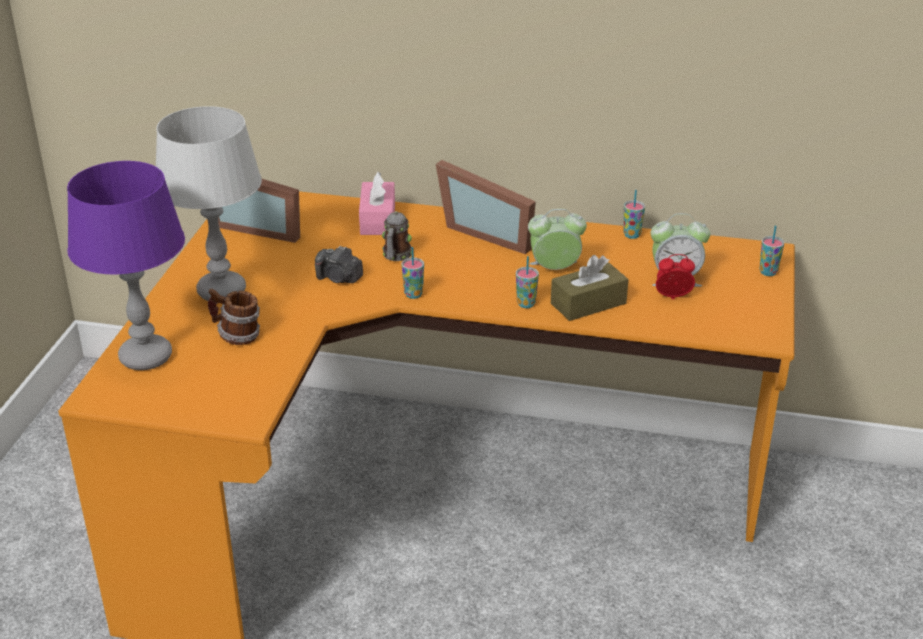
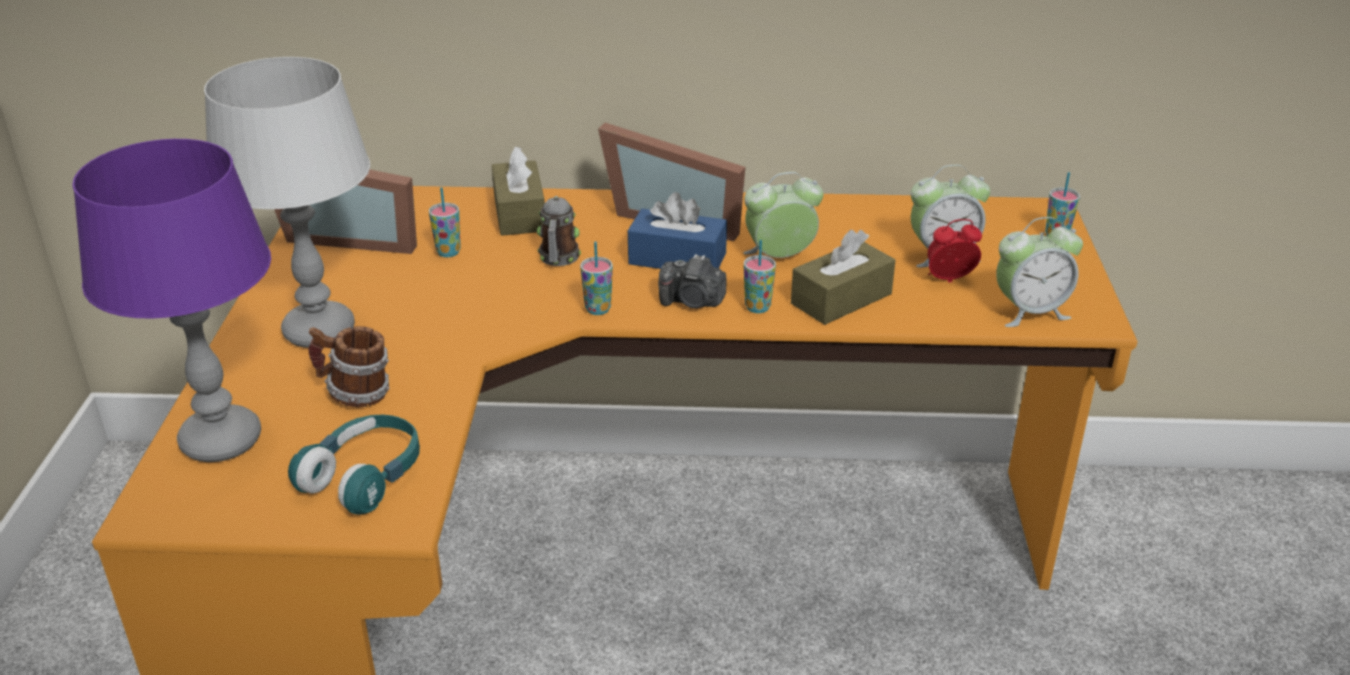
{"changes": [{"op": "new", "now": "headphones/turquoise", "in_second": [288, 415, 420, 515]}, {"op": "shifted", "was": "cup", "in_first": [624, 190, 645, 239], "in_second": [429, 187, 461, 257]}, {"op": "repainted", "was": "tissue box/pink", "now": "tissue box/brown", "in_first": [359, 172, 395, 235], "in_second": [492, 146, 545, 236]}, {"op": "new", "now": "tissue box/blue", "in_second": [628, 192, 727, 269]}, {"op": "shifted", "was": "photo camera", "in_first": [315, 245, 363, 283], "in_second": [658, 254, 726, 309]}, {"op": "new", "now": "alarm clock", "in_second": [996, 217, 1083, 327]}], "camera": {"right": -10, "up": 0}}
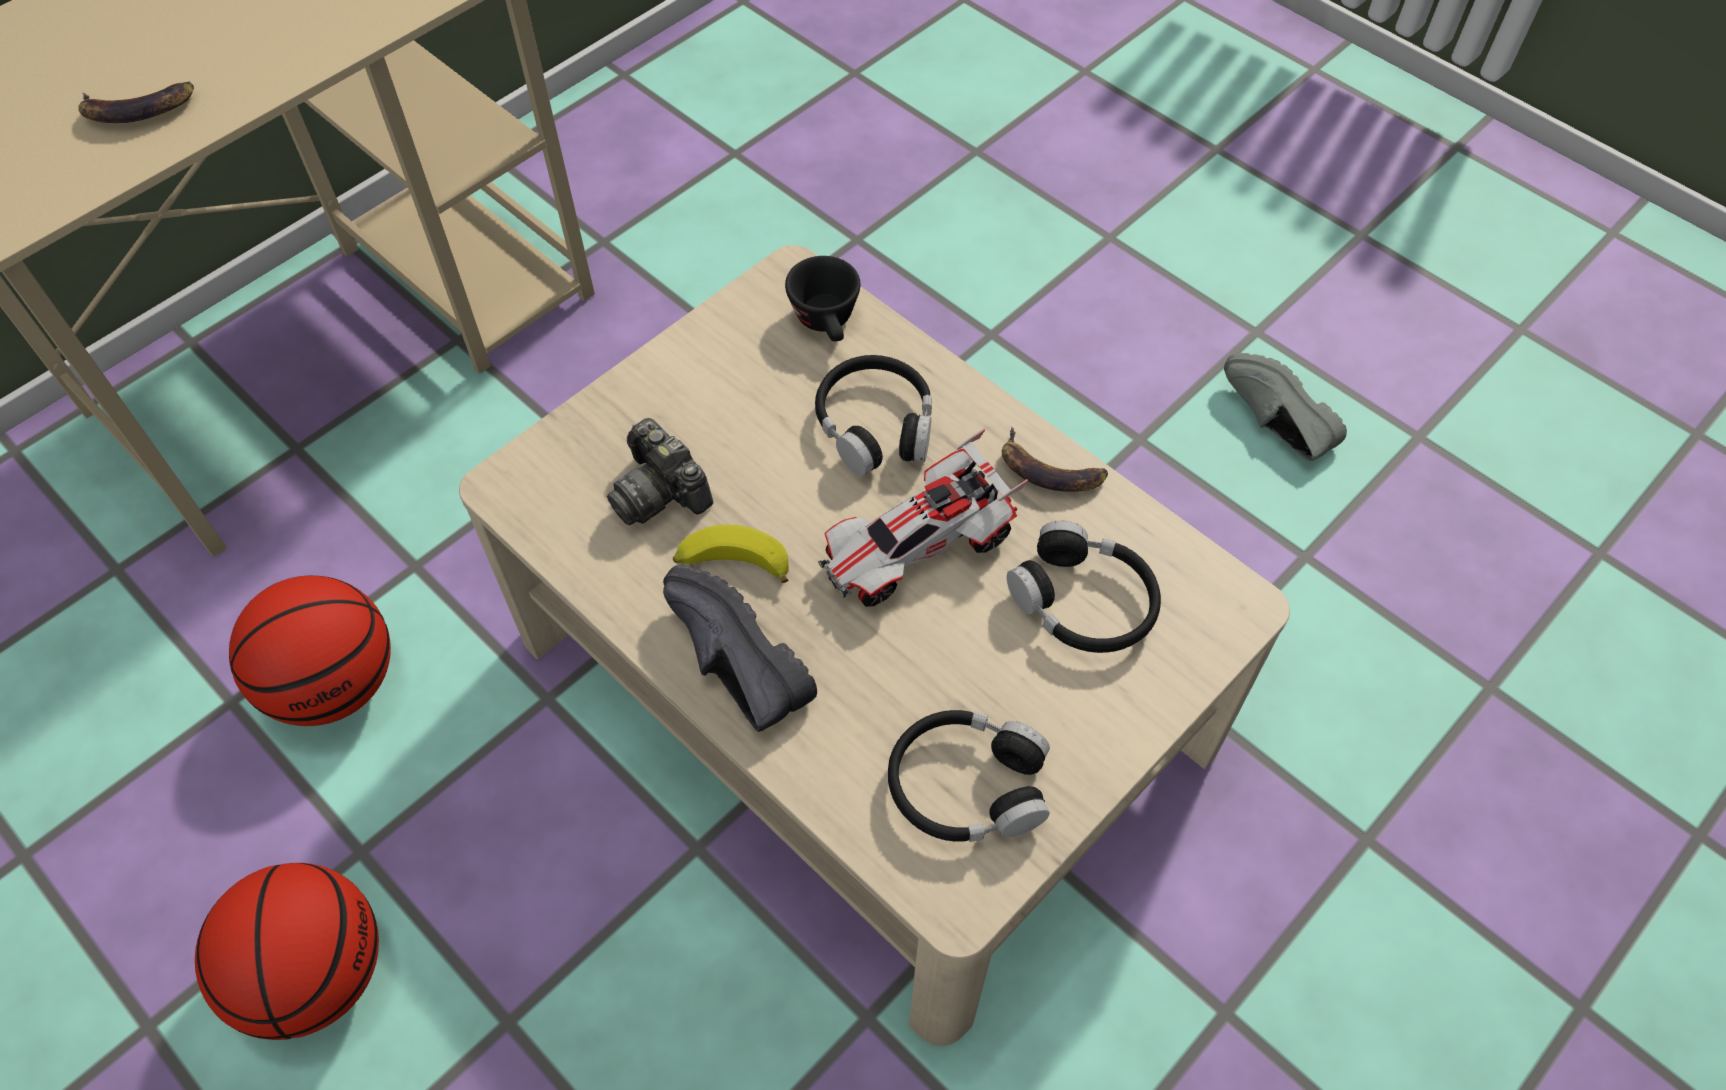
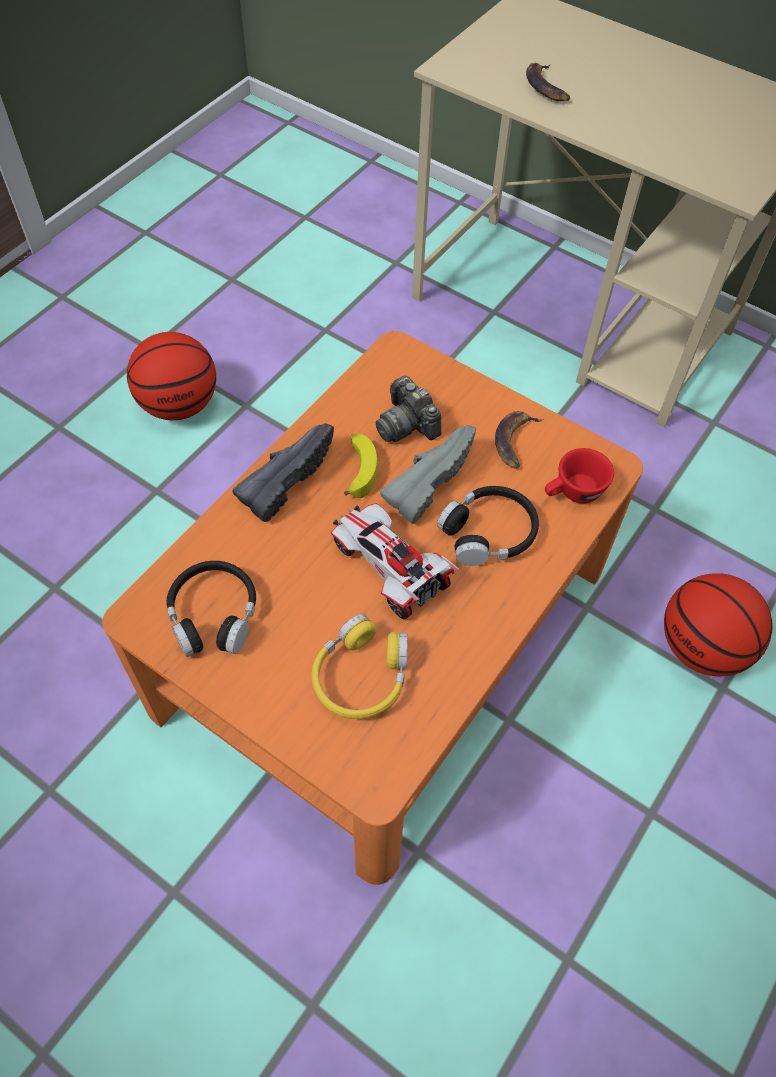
{"changes": [{"op": "repainted", "was": "coffee table/beige", "now": "coffee table/orange", "in_first": [459, 245, 1290, 1046], "in_second": [102, 331, 643, 885]}, {"op": "repainted", "was": "headphones/black", "now": "headphones/yellow", "in_first": [1007, 521, 1161, 653], "in_second": [312, 614, 407, 719]}, {"op": "rotated", "was": "photo camera", "in_first": [607, 418, 713, 525], "in_second": [376, 376, 441, 442], "clockwise": -75}, {"op": "shifted", "was": "shoe/grey", "in_first": [1224, 353, 1347, 462], "in_second": [380, 425, 476, 524]}, {"op": "shifted", "was": "banana", "in_first": [1002, 427, 1108, 492], "in_second": [495, 411, 543, 469]}, {"op": "repainted", "was": "cup/black", "now": "cup/red", "in_first": [785, 256, 860, 341], "in_second": [545, 448, 614, 503]}, {"op": "shifted", "was": "basketball", "in_first": [229, 576, 391, 726], "in_second": [664, 573, 773, 676]}], "camera": {"right": 80, "up": 0}}
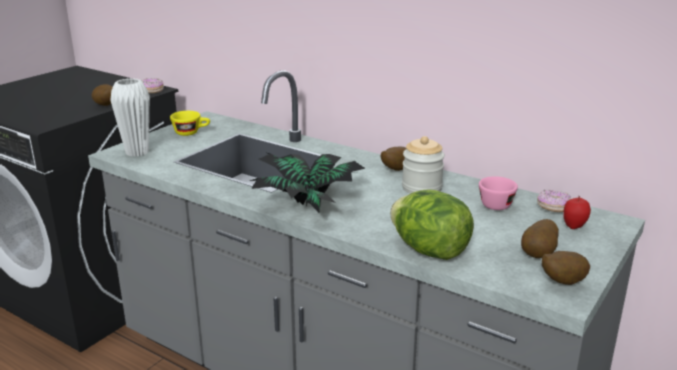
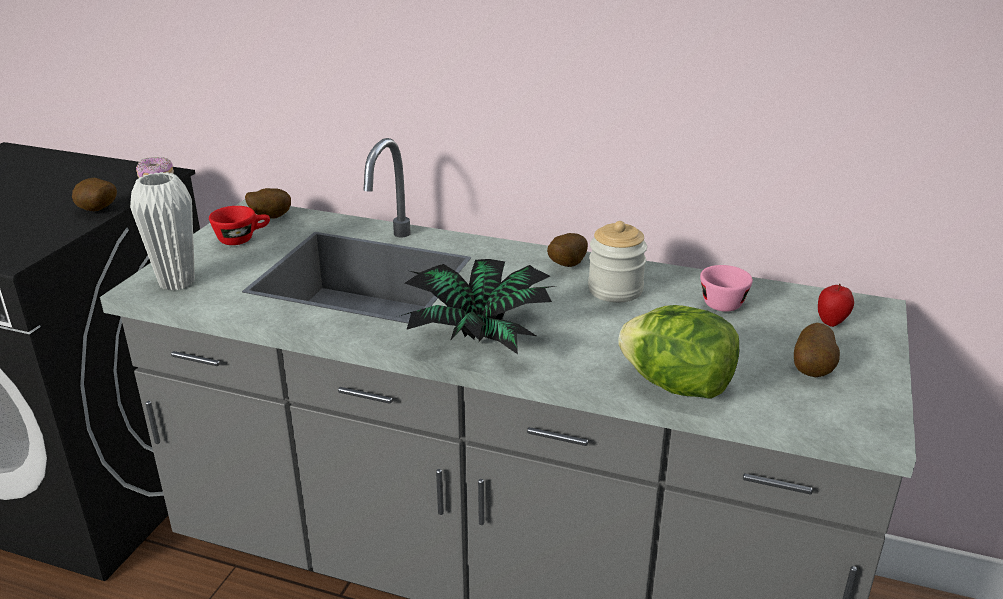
{"changes": [{"op": "repainted", "was": "cup/yellow", "now": "cup/red", "in_first": [170, 111, 210, 136], "in_second": [209, 206, 270, 245]}, {"op": "shifted", "was": "potato", "in_first": [542, 251, 590, 285], "in_second": [245, 188, 291, 219]}, {"op": "gone", "was": "donut", "in_first": [537, 190, 572, 212]}], "camera": {"right": -15, "up": 5}}
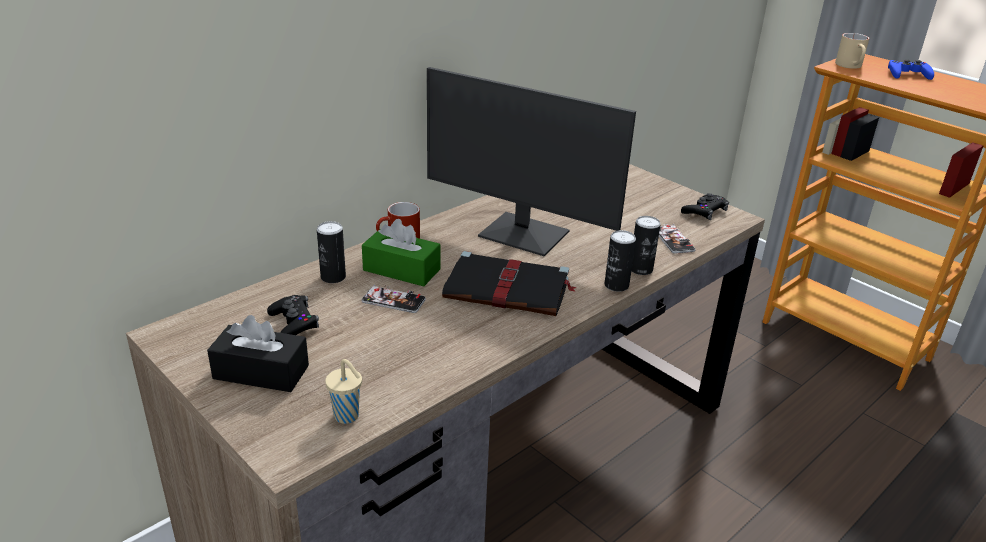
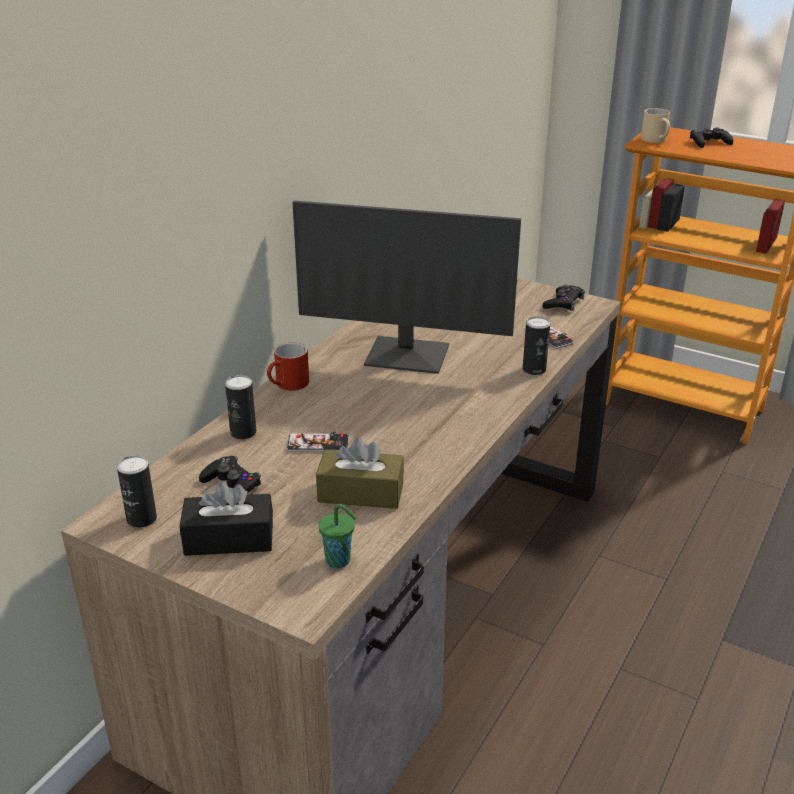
{"changes": [{"op": "shifted", "was": "can", "in_first": [604, 230, 636, 292], "in_second": [117, 455, 157, 528]}, {"op": "new", "now": "tissue box/brown", "in_second": [316, 437, 404, 509]}, {"op": "repainted", "was": "cup/beige", "now": "cup/green", "in_first": [325, 359, 362, 424], "in_second": [319, 504, 357, 568]}, {"op": "repainted", "was": "game controller/blue", "now": "game controller/black", "in_first": [888, 59, 934, 80], "in_second": [690, 128, 733, 148]}, {"op": "gone", "was": "tissue box/green", "in_first": [362, 219, 440, 286]}, {"op": "gone", "was": "book/black", "in_first": [442, 251, 577, 316]}], "camera": {"right": -15, "up": 0}}
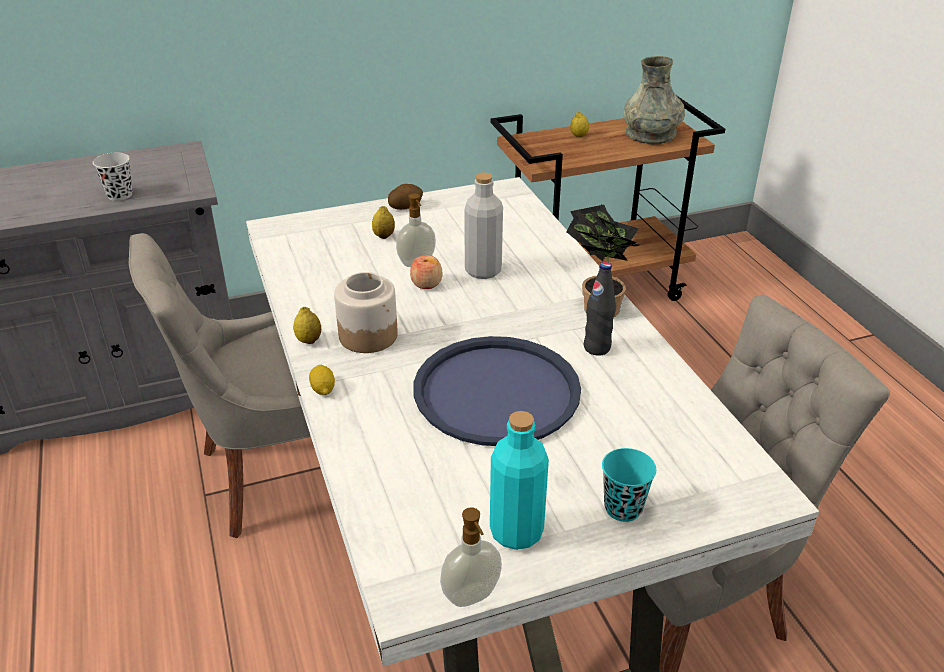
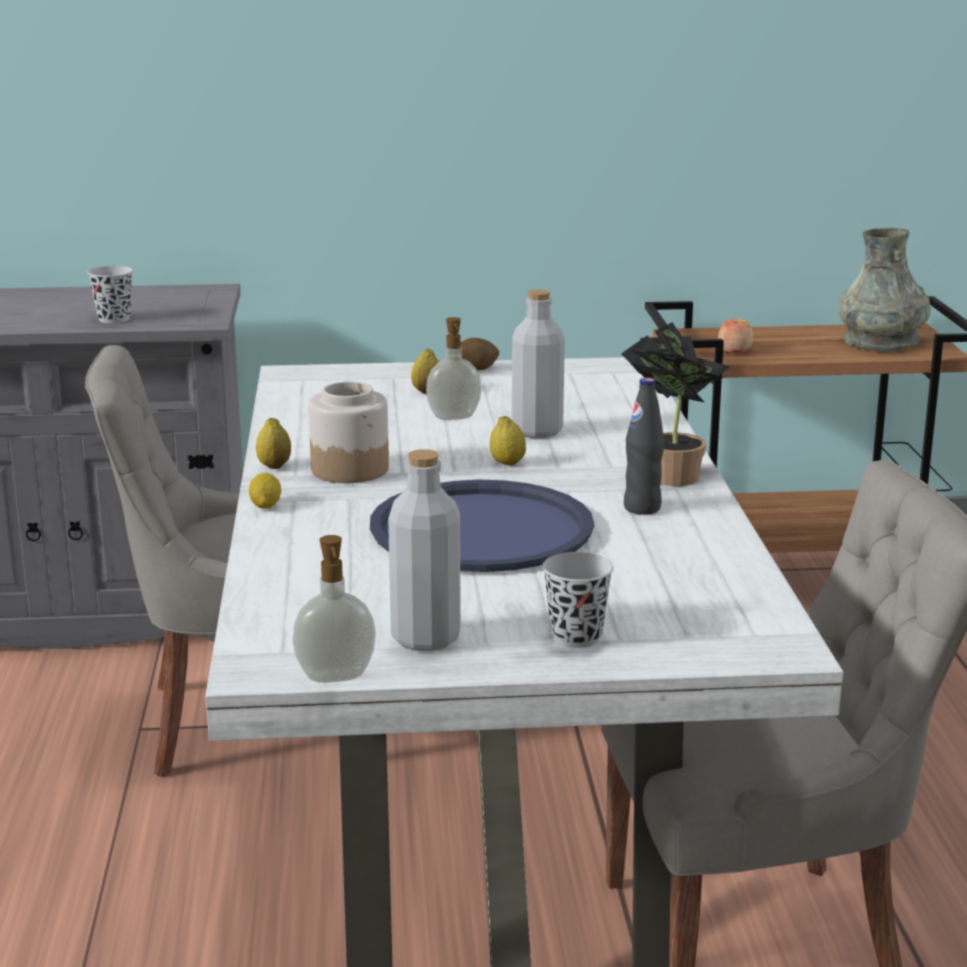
{"changes": [{"op": "repainted", "was": "bottle/turquoise", "now": "bottle/grey", "in_first": [490, 411, 549, 550], "in_second": [388, 449, 461, 651]}, {"op": "shifted", "was": "lemon", "in_first": [570, 112, 589, 137], "in_second": [490, 416, 526, 465]}, {"op": "repainted", "was": "cup/turquoise", "now": "cup/black", "in_first": [602, 448, 656, 522], "in_second": [543, 552, 613, 648]}, {"op": "shifted", "was": "apple", "in_first": [410, 255, 443, 289], "in_second": [718, 319, 753, 353]}], "camera": {"right": 15, "up": -15}}
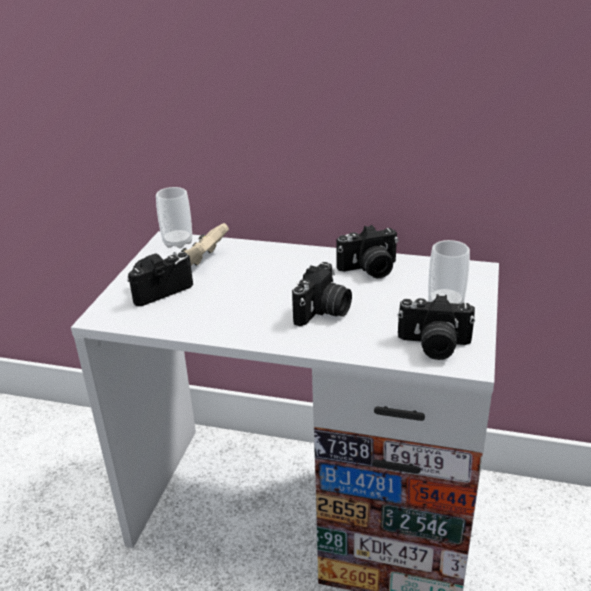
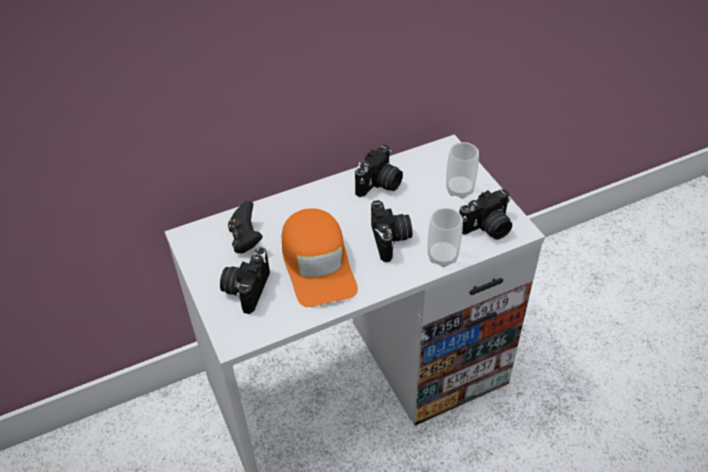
{"changes": [{"op": "repainted", "was": "game controller/beige", "now": "game controller/black", "in_first": [181, 223, 229, 266], "in_second": [228, 201, 263, 254]}, {"op": "new", "now": "cap/orange", "in_second": [282, 208, 358, 307]}, {"op": "shifted", "was": "cup", "in_first": [156, 187, 192, 248], "in_second": [428, 208, 463, 267]}], "camera": {"right": -40, "up": 15}}
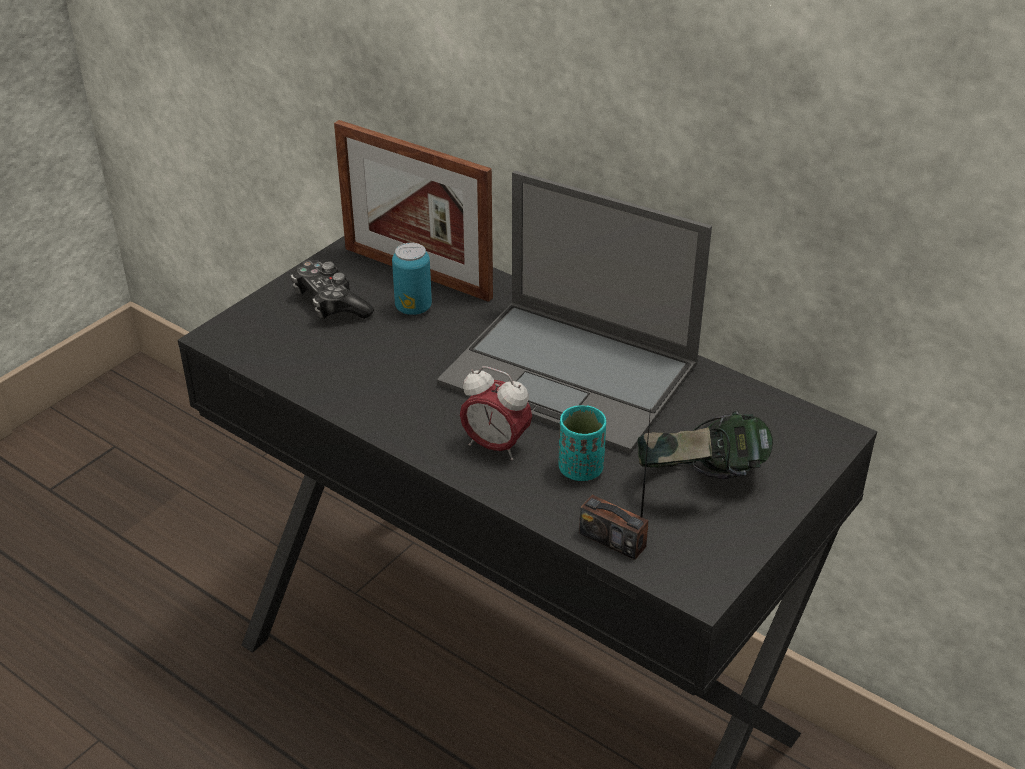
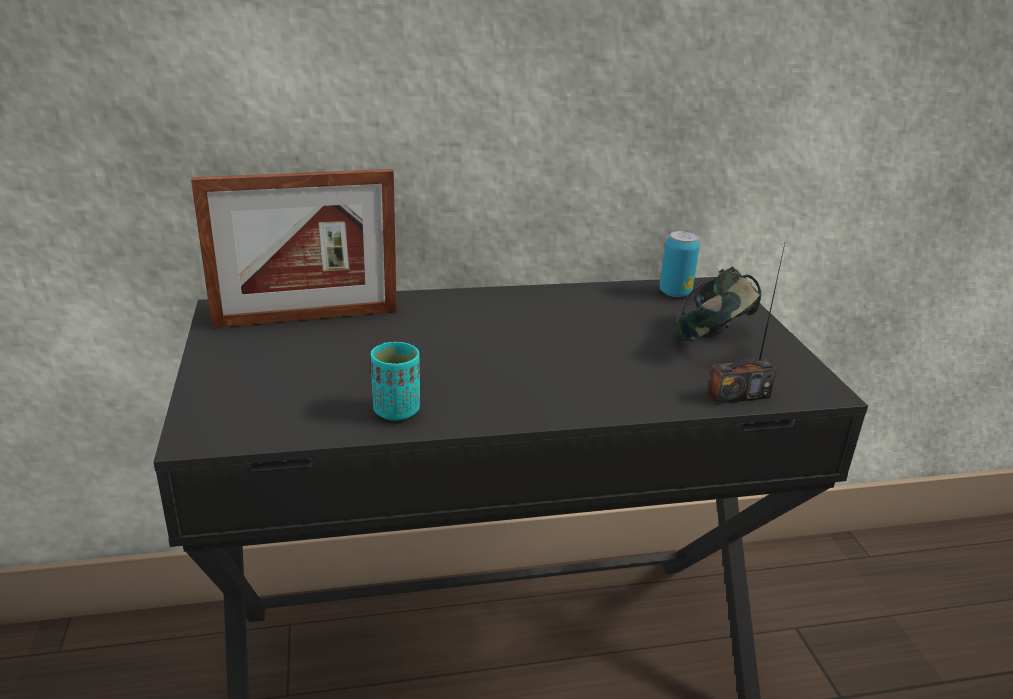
{"changes": [{"op": "shifted", "was": "cup/turquoise", "in_first": [558, 405, 606, 481], "in_second": [371, 342, 420, 421]}, {"op": "shifted", "was": "can", "in_first": [392, 243, 432, 315], "in_second": [659, 231, 700, 297]}, {"op": "gone", "was": "game controller", "in_first": [291, 260, 374, 319]}, {"op": "gone", "was": "laptop", "in_first": [437, 171, 712, 454]}, {"op": "gone", "was": "alarm clock", "in_first": [460, 366, 532, 461]}], "camera": {"right": -50, "up": -10}}
